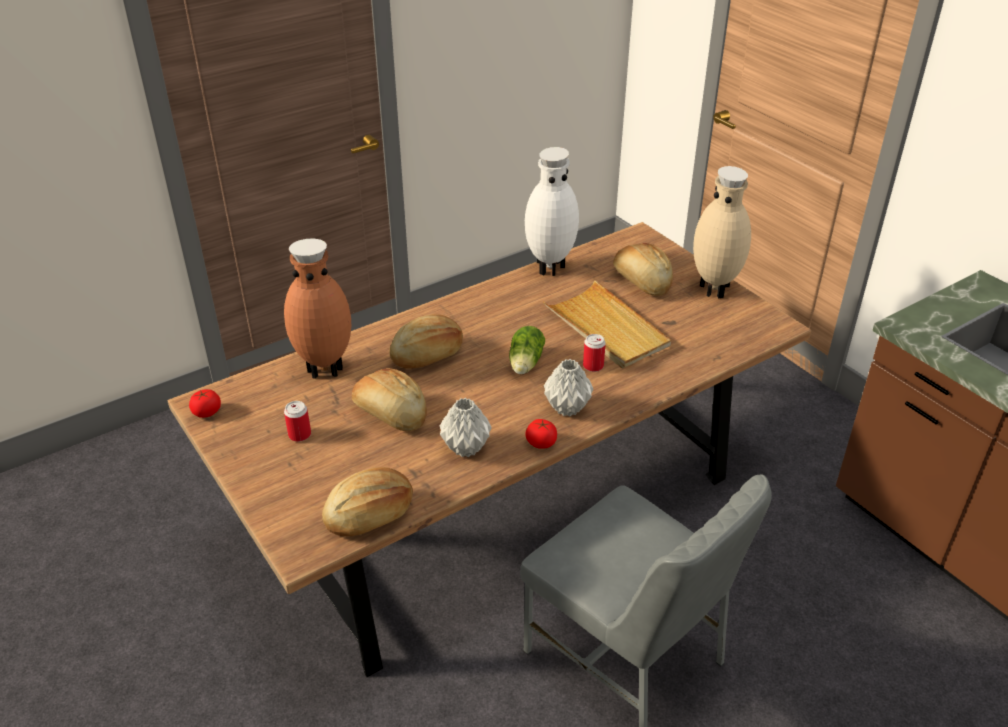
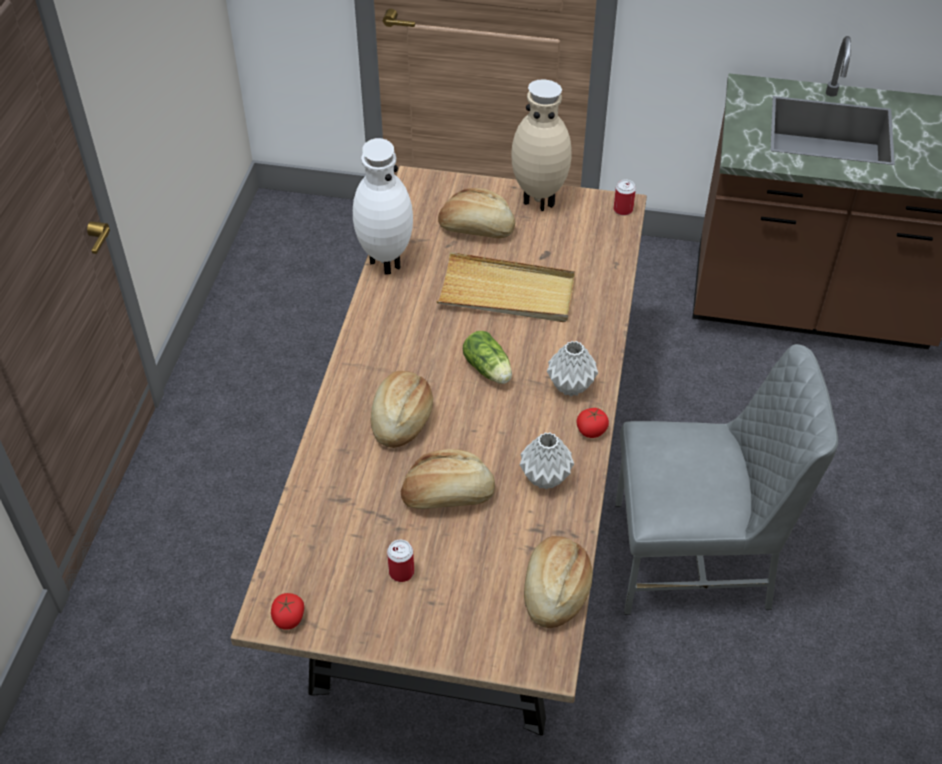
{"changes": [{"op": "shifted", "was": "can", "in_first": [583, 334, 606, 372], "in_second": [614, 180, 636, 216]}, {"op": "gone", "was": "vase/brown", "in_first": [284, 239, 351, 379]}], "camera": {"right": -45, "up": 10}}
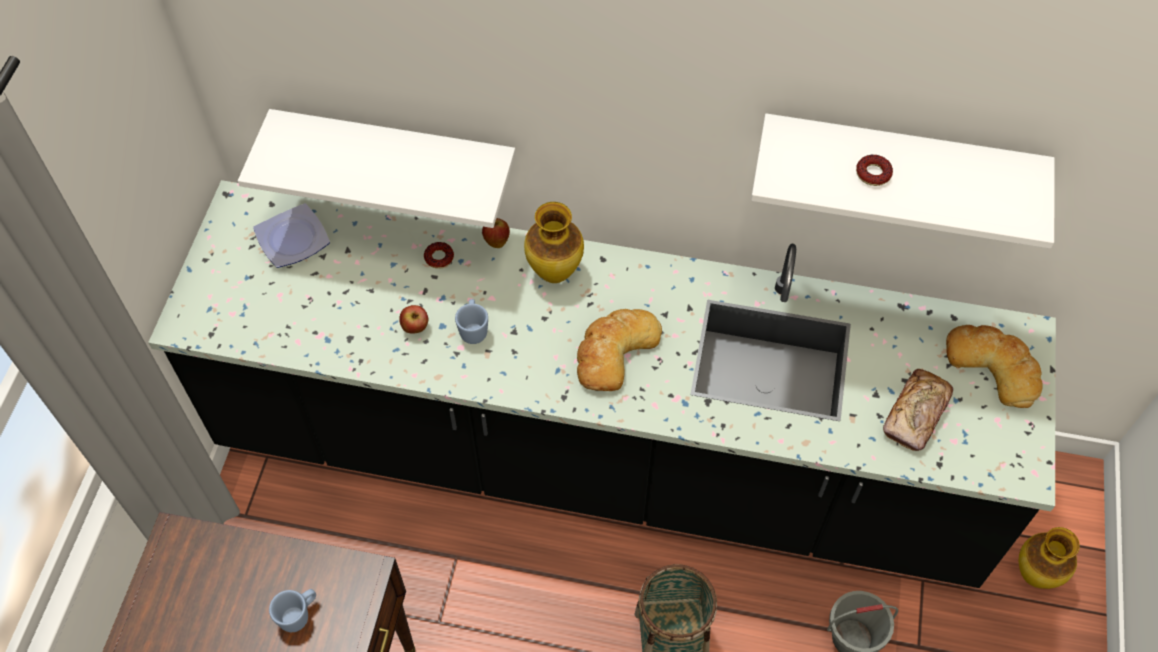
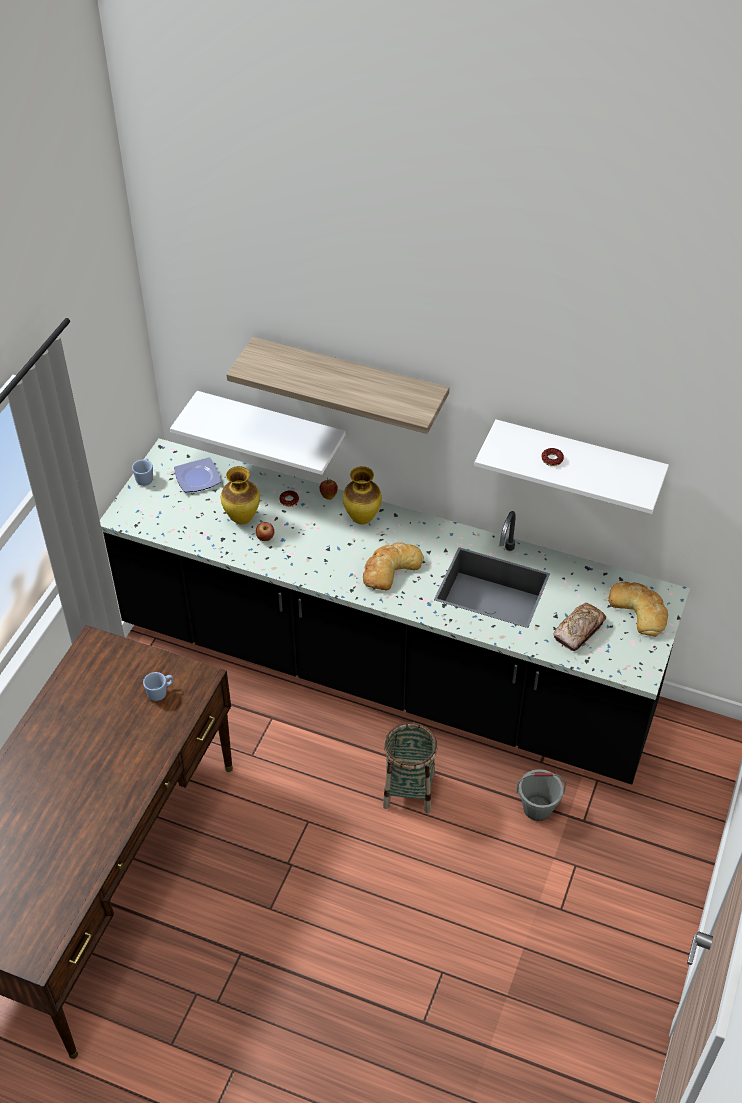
{"changes": [{"op": "shifted", "was": "mug/blue", "in_first": [455, 299, 488, 344], "in_second": [132, 459, 153, 486]}, {"op": "shifted", "was": "vase", "in_first": [1019, 527, 1080, 589], "in_second": [221, 466, 260, 525]}, {"op": "new", "now": "shelf", "in_second": [226, 337, 449, 434]}], "camera": {"right": 10, "up": -10}}
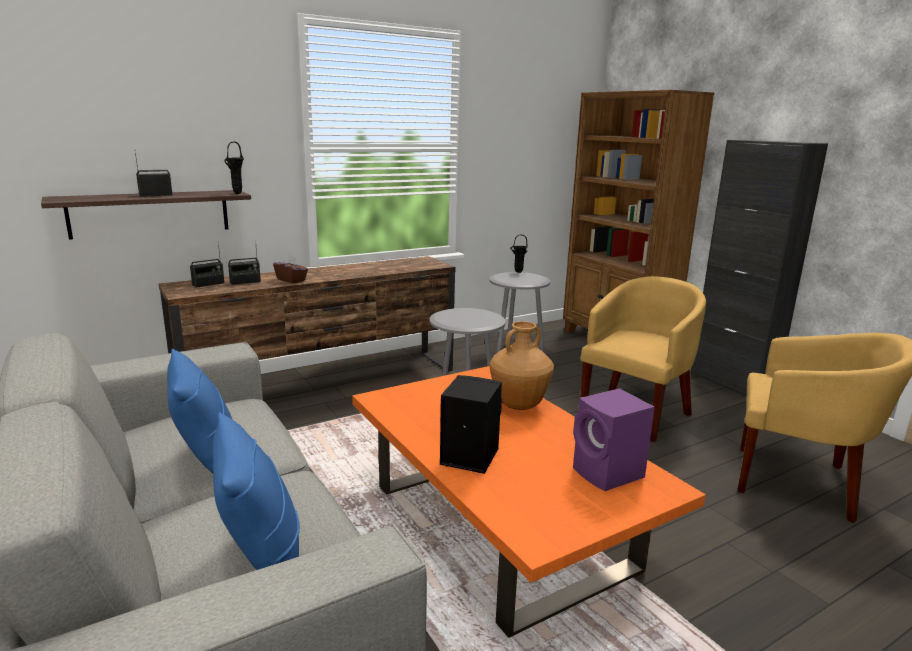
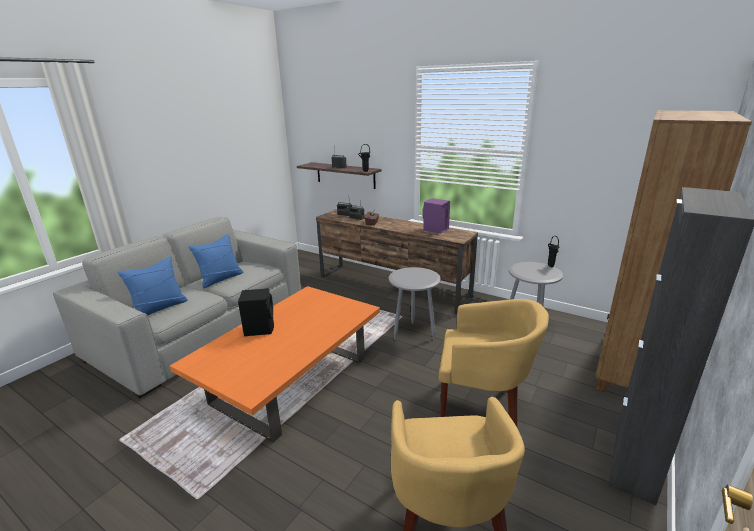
{"changes": [{"op": "shifted", "was": "speaker/purple", "in_first": [573, 388, 655, 491], "in_second": [422, 198, 450, 234]}, {"op": "gone", "was": "vase/brown", "in_first": [490, 321, 554, 410]}], "camera": {"right": 65, "up": 5}}
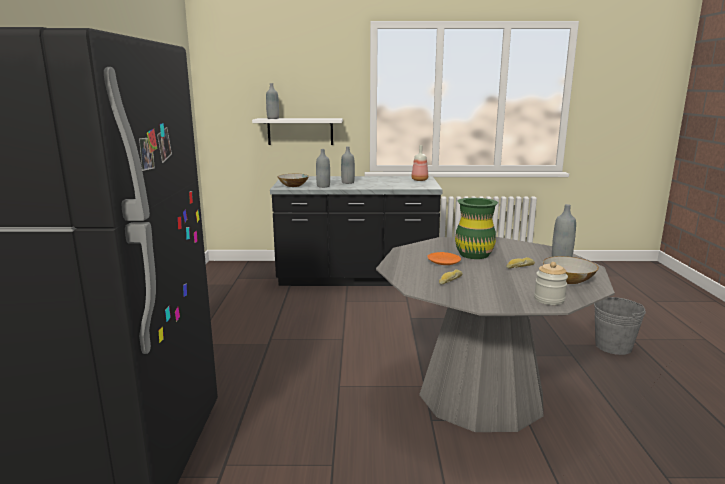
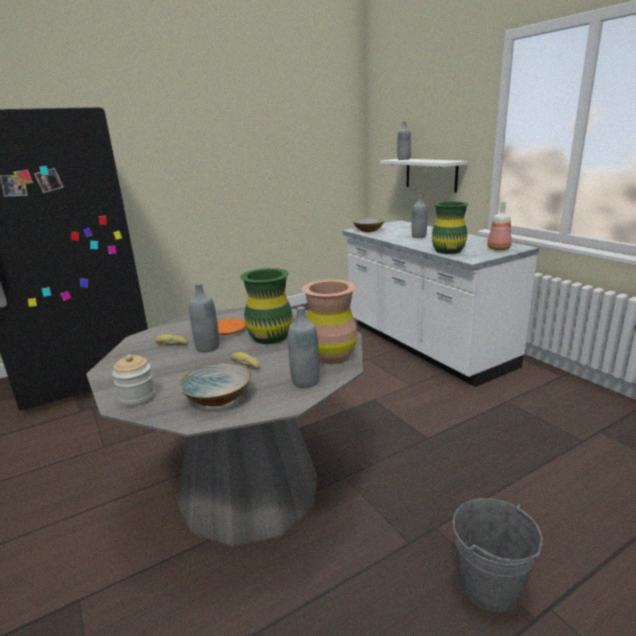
{"changes": [{"op": "shifted", "was": "bottle/grey", "in_first": [316, 149, 330, 188], "in_second": [189, 283, 219, 352]}, {"op": "new", "now": "vase/brown", "in_second": [302, 279, 357, 364]}, {"op": "repainted", "was": "counter/black", "now": "counter/white", "in_first": [270, 176, 443, 286], "in_second": [343, 220, 539, 387]}, {"op": "new", "now": "vase/green", "in_second": [432, 201, 469, 254]}], "camera": {"right": 60, "up": 5}}
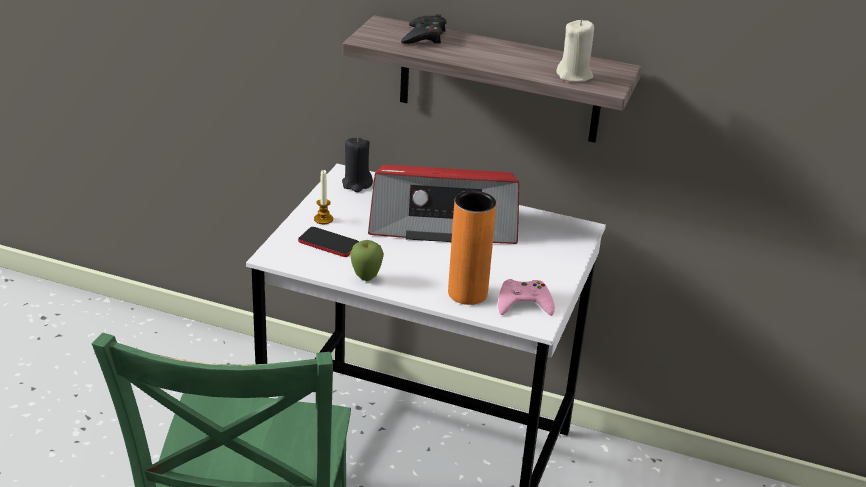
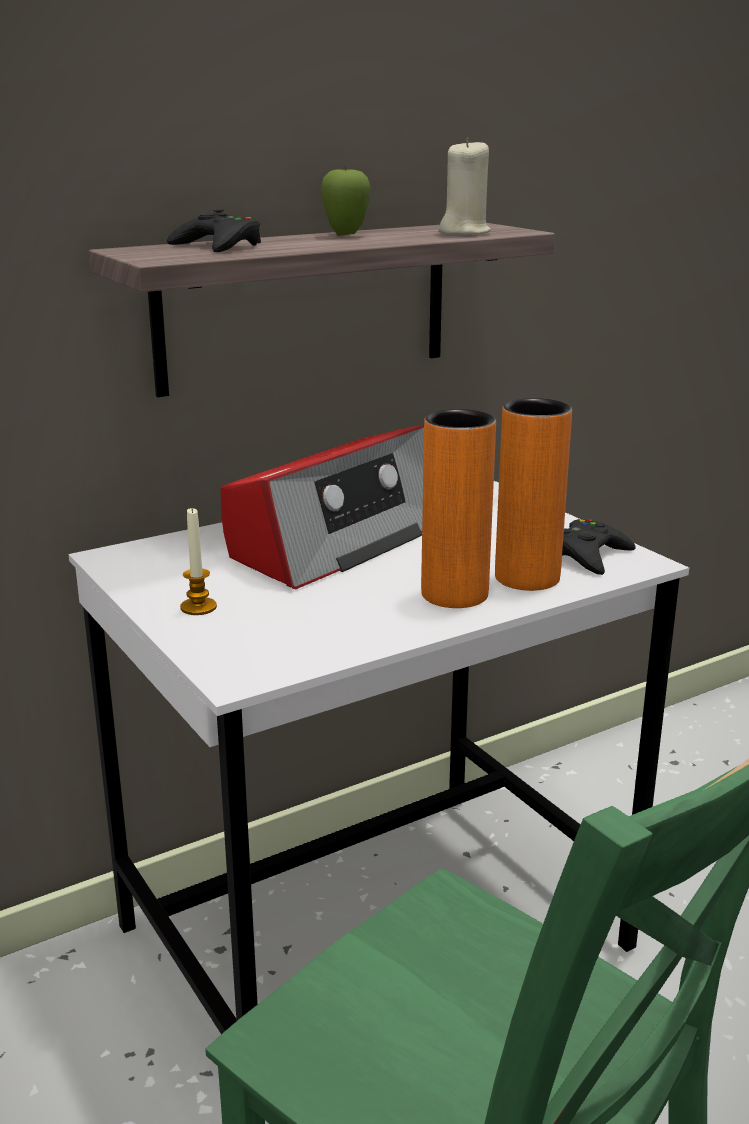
{"changes": [{"op": "shifted", "was": "apple", "in_first": [350, 240, 384, 281], "in_second": [321, 166, 371, 236]}, {"op": "new", "now": "vase/orange", "in_second": [421, 409, 496, 608]}, {"op": "repainted", "was": "game controller/pink", "now": "game controller/black", "in_first": [498, 279, 555, 316], "in_second": [562, 519, 636, 575]}, {"op": "gone", "was": "phone", "in_first": [298, 227, 359, 257]}, {"op": "gone", "was": "candle/black", "in_first": [342, 137, 373, 192]}], "camera": {"right": -50, "up": -10}}
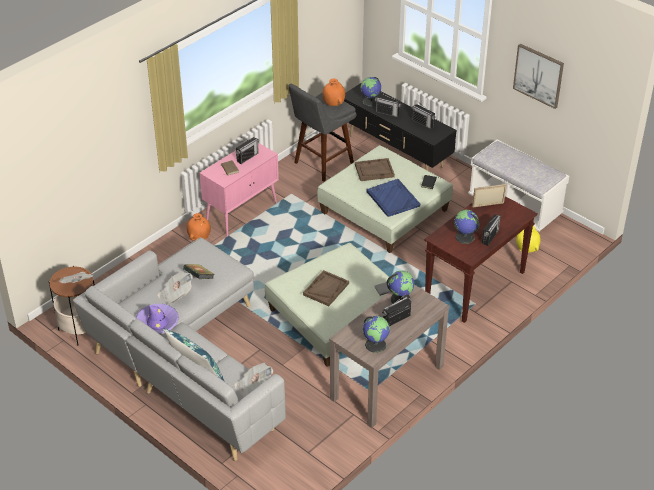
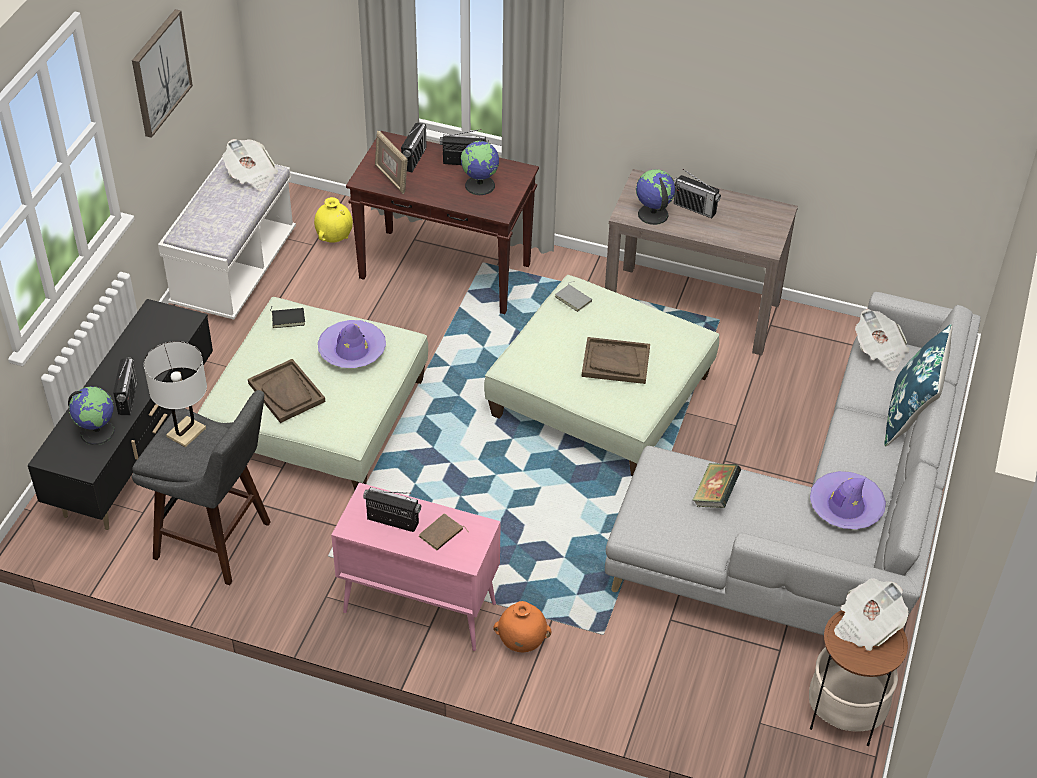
{"changes": [{"op": "swapped", "was": "vase/orange", "now": "table lamp/white", "in_first": [322, 79, 345, 106], "in_second": [144, 341, 207, 447]}, {"op": "shifted", "was": "newspaper", "in_first": [158, 271, 193, 305], "in_second": [222, 139, 278, 191]}, {"op": "swapped", "was": "tray/blue", "now": "hat/purple", "in_first": [366, 179, 420, 217], "in_second": [318, 320, 386, 368]}, {"op": "shifted", "was": "radio", "in_first": [412, 102, 435, 129], "in_second": [401, 123, 427, 172]}, {"op": "gone", "was": "globe", "in_first": [363, 316, 390, 353]}], "camera": {"right": -115, "up": 5}}
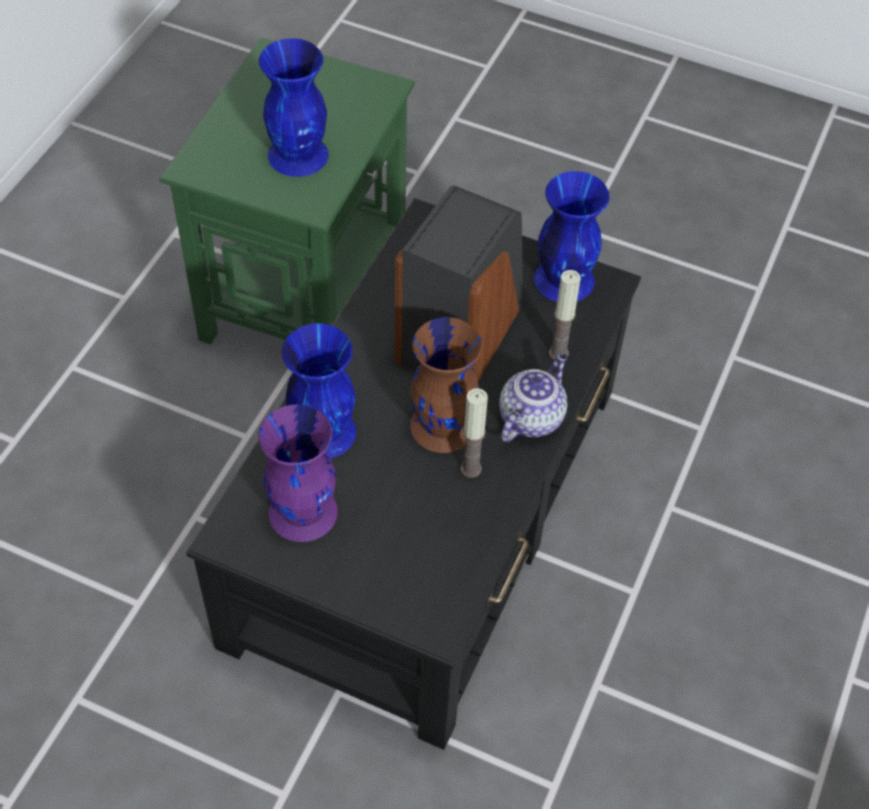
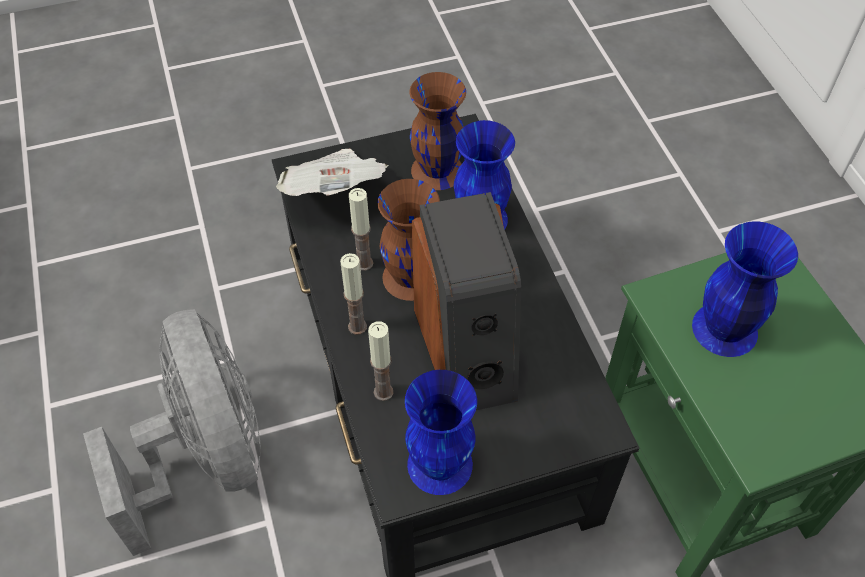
{"changes": [{"op": "new", "now": "fan/grey", "in_second": [83, 309, 261, 556]}, {"op": "new", "now": "newspaper", "in_second": [276, 149, 388, 196]}, {"op": "swapped", "was": "teapot", "now": "candle", "in_first": [499, 353, 568, 442], "in_second": [340, 253, 367, 335]}, {"op": "repainted", "was": "vase/purple", "now": "vase/brown", "in_first": [258, 405, 338, 542], "in_second": [410, 72, 466, 190]}], "camera": {"right": 140, "up": 0}}
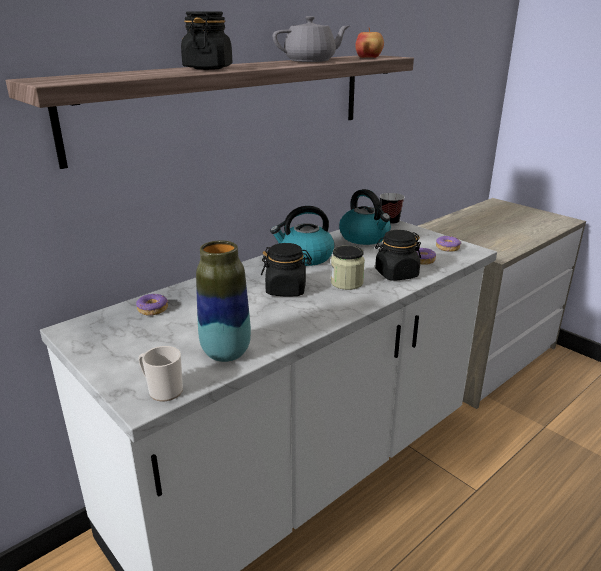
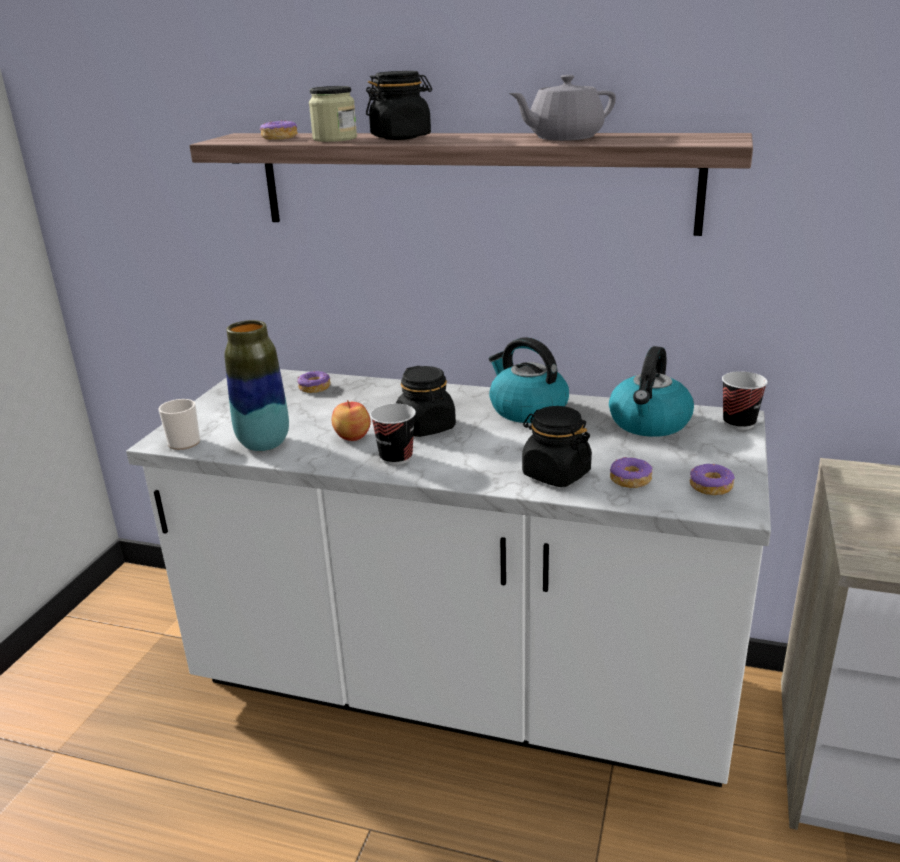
{"changes": [{"op": "new", "now": "donut", "in_second": [260, 120, 297, 140]}, {"op": "shifted", "was": "jar", "in_first": [331, 245, 365, 290], "in_second": [309, 86, 357, 142]}, {"op": "shifted", "was": "apple", "in_first": [355, 28, 384, 58], "in_second": [332, 400, 371, 441]}, {"op": "new", "now": "cup", "in_second": [370, 404, 416, 465]}, {"op": "rotated", "was": "teapot/grey", "in_first": [273, 16, 349, 62], "in_second": [509, 75, 616, 141], "clockwise": 120}], "camera": {"right": 60, "up": 0}}
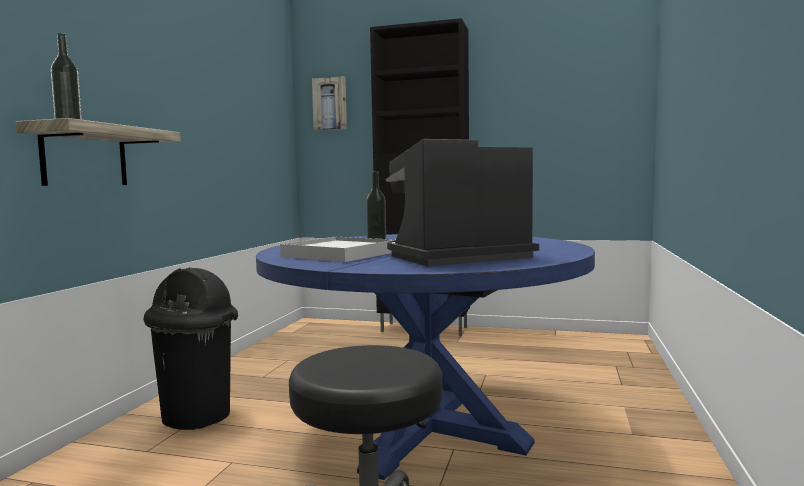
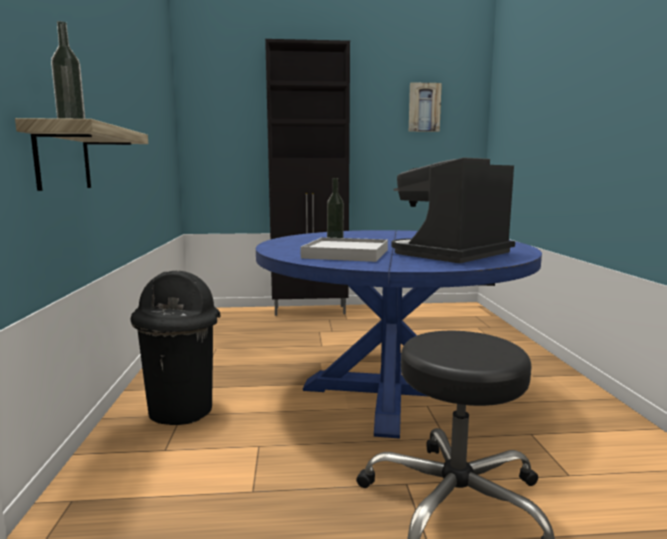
{"changes": [{"op": "shifted", "was": "picture", "in_first": [312, 76, 347, 131], "in_second": [409, 82, 442, 132]}], "camera": {"right": -20, "up": 5}}
